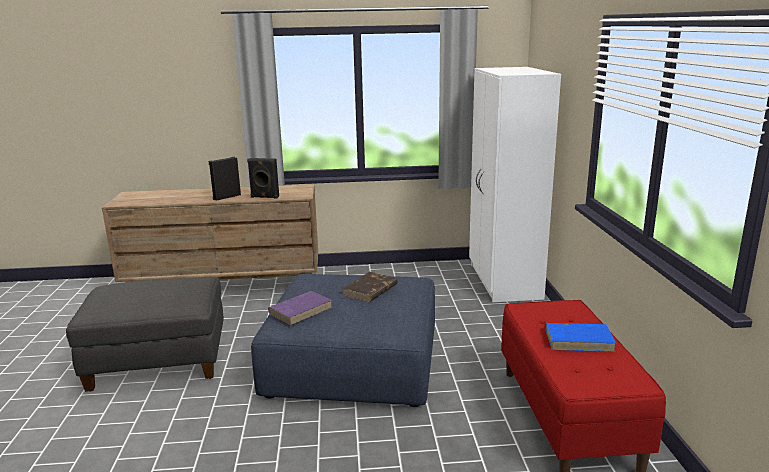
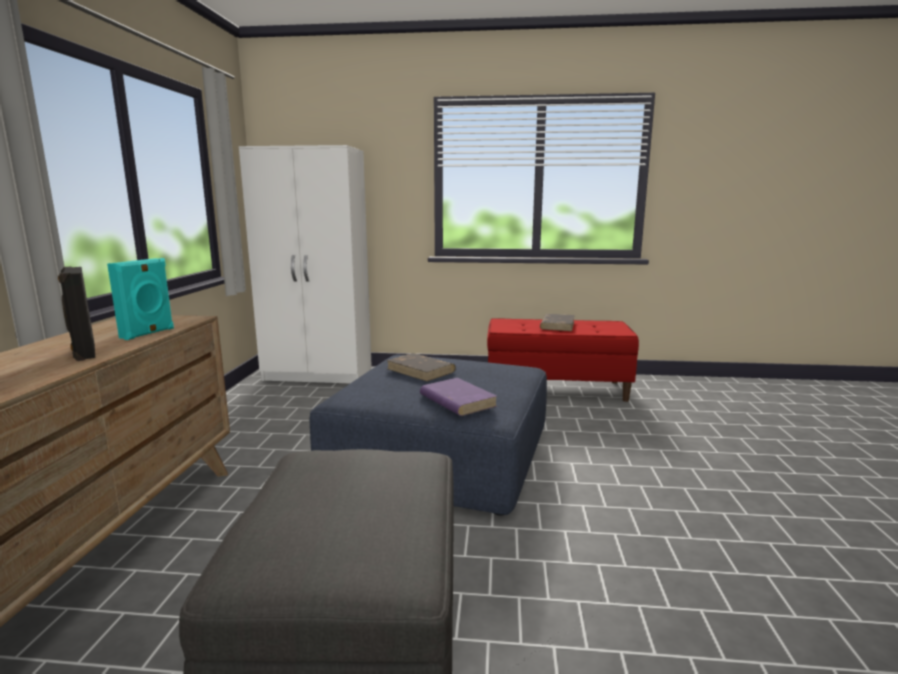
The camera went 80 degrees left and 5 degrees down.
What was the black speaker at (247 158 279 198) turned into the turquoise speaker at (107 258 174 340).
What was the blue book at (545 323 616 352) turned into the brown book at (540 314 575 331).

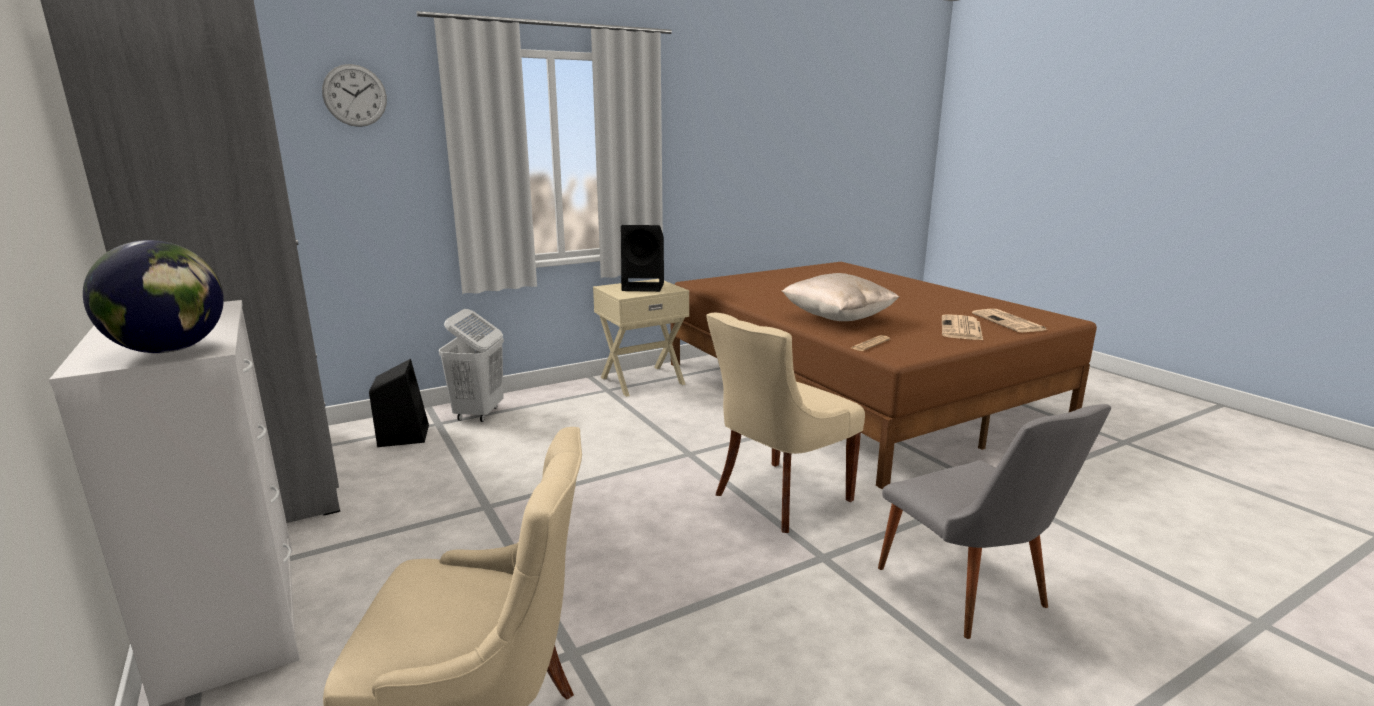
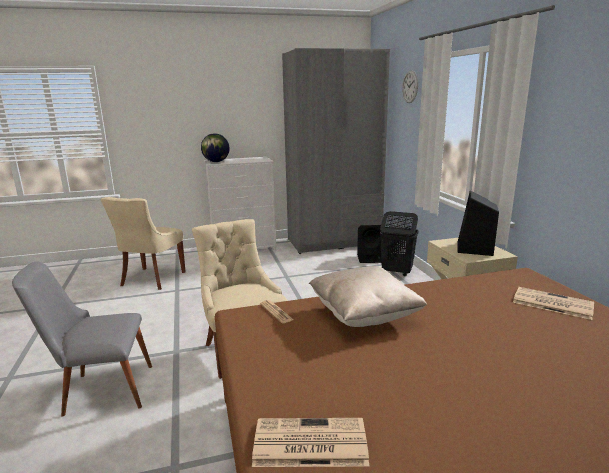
The camera went 105 degrees right and 0 degrees up.
What was the white laundry basket at (439 309 504 422) turned into the black laundry basket at (380 211 418 277).
The newspaper ended up elsewhere, having gone from (942 314 983 340) to (513 287 594 320).

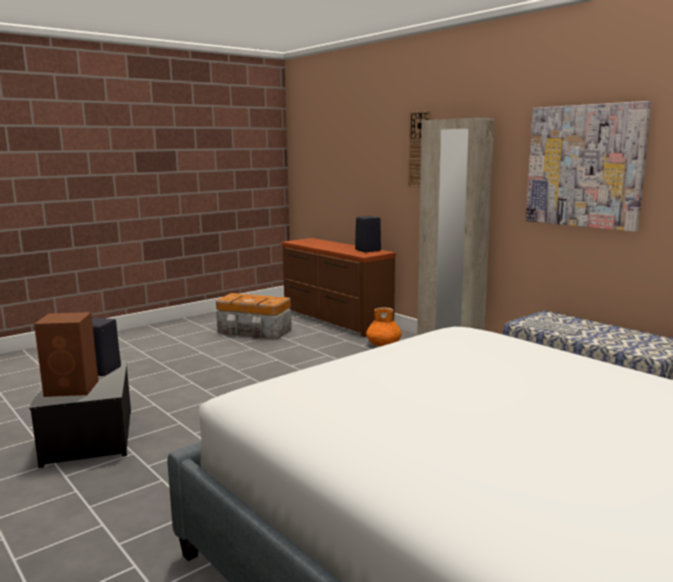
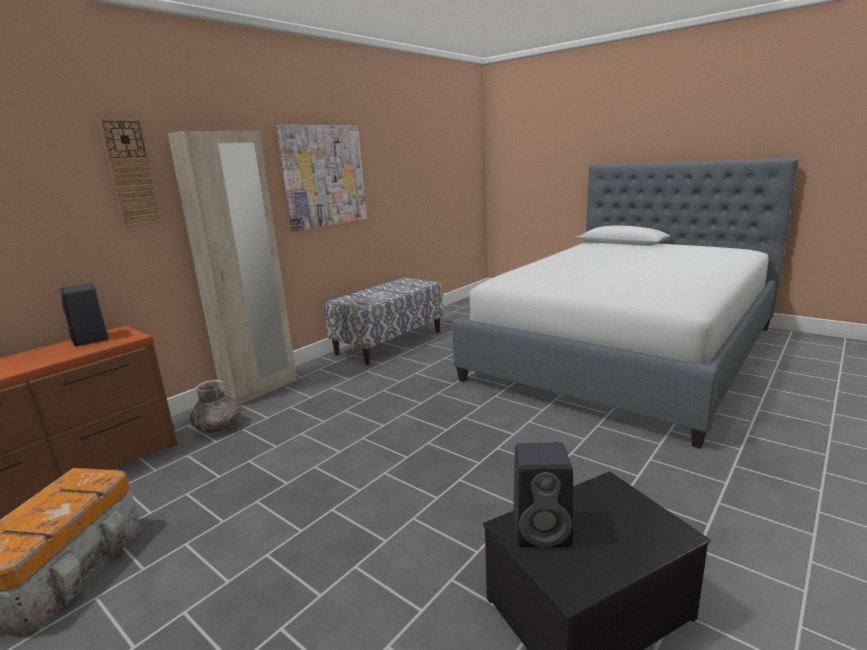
The camera went 100 degrees left and 5 degrees up.
What was the orange vase at (366 307 402 346) turned into the grey vase at (190 380 241 433).
The second view lost the brown speaker at (34 312 99 397).

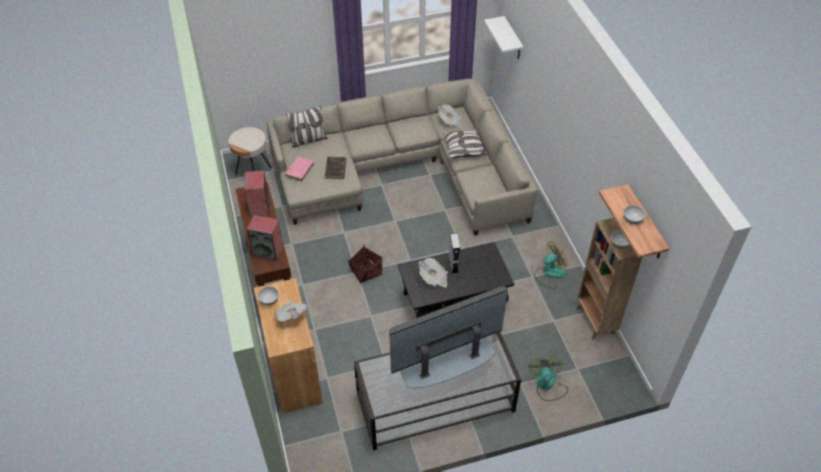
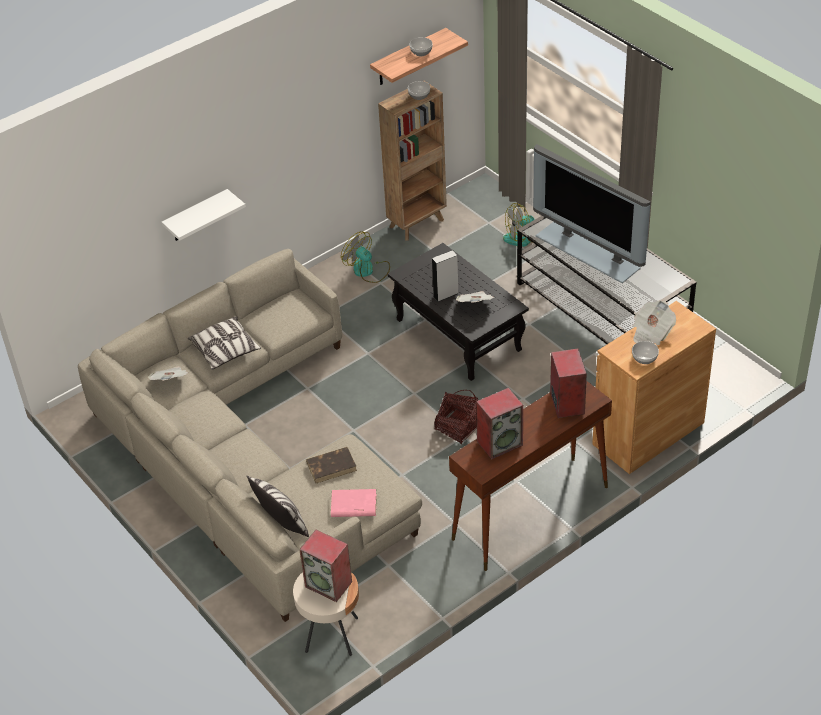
The camera went 110 degrees left and 5 degrees down.
The white shelf ended up elsewhere, having gone from (484 16 524 59) to (161 189 246 241).
The second view gained the speaker at (299 530 352 602).

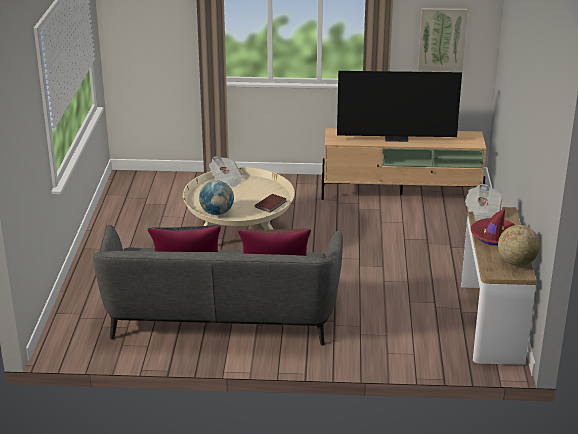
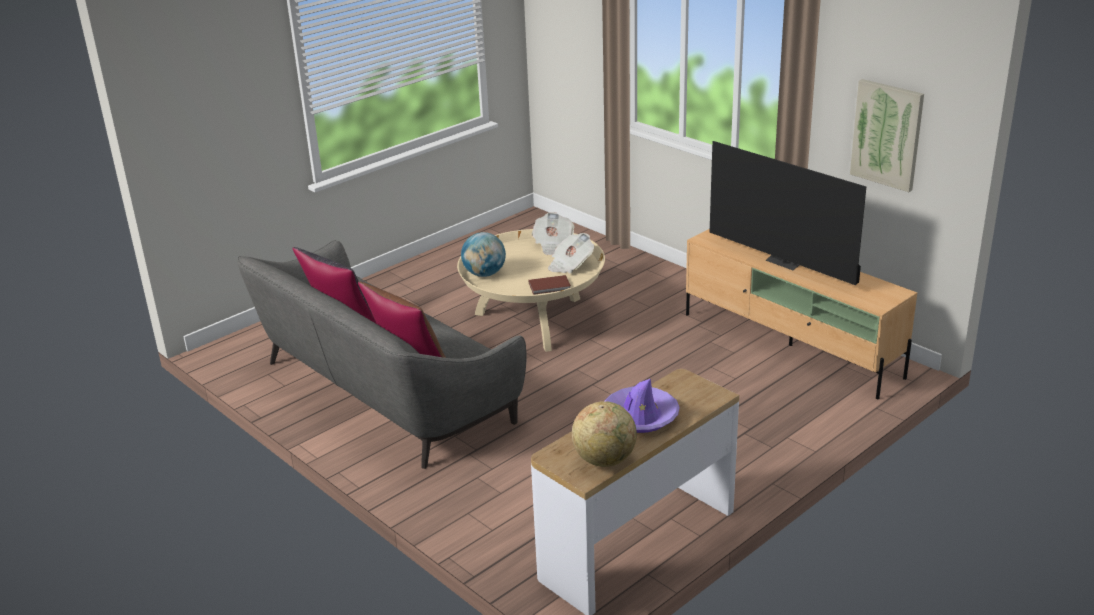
The camera went 45 degrees right and 0 degrees up.
The newspaper ended up elsewhere, having gone from (465 184 504 222) to (548 233 594 273).
What was the red hat at (471 209 515 246) turned into the purple hat at (605 379 680 433).

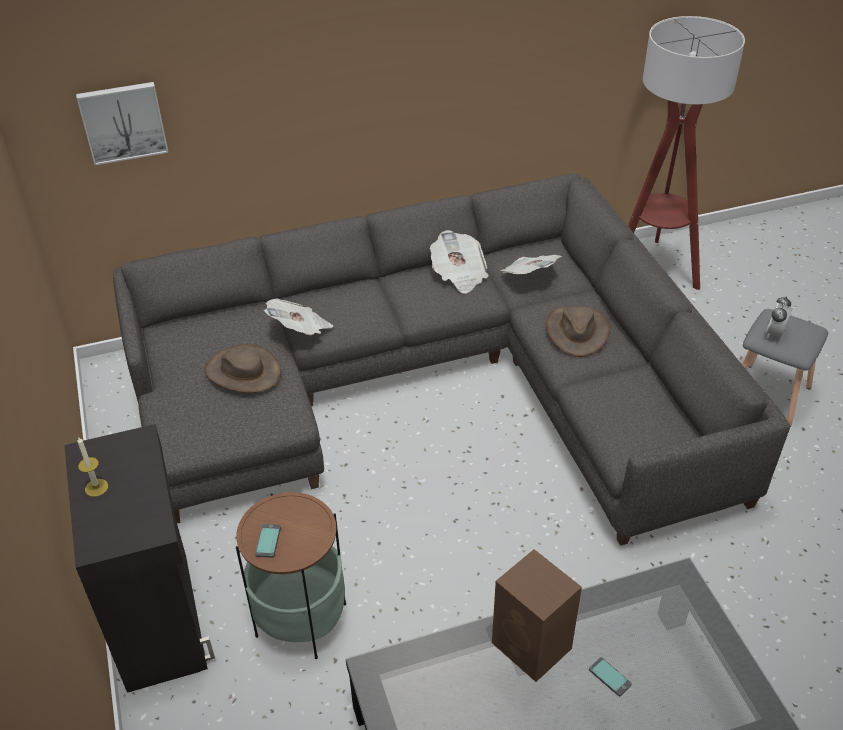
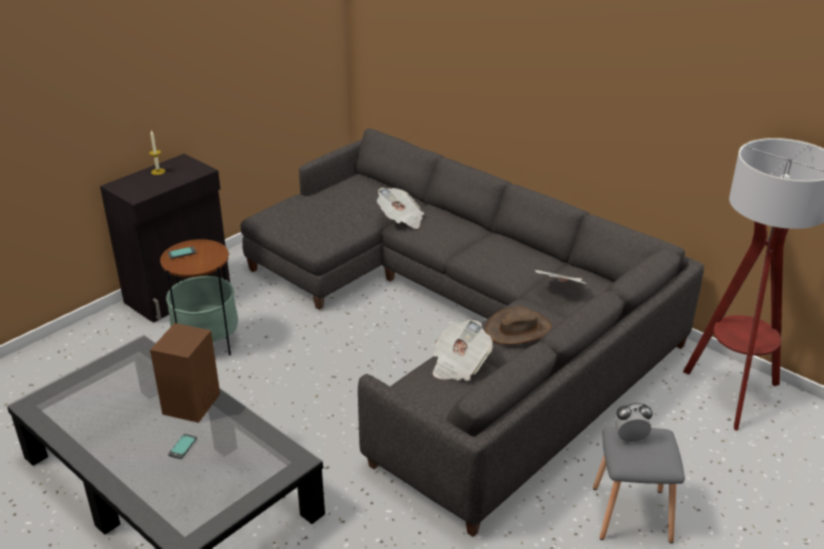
The camera went 60 degrees right and 10 degrees down.
The second view lost the picture at (76 82 169 165).
The newspaper ended up elsewhere, having gone from (430 230 488 294) to (432 320 493 381).
The second view lost the brown hat at (204 344 281 393).

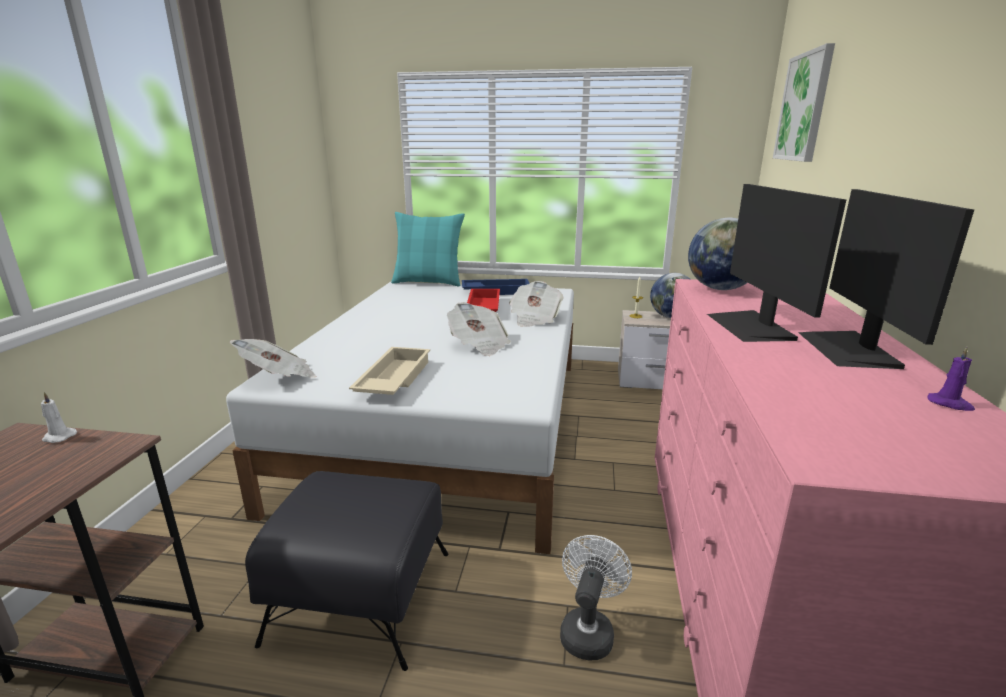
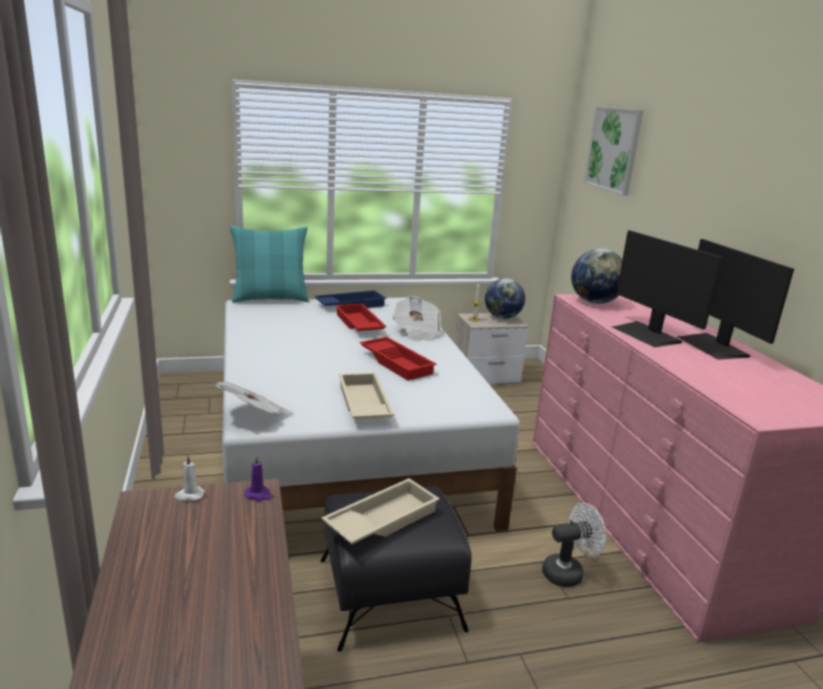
The camera went 25 degrees left and 0 degrees up.
Where the newspaper stood at (447 302 511 356), the red tray came to stand at (360 337 436 381).
The purple candle ended up elsewhere, having gone from (927 346 975 411) to (244 455 272 501).
The white fan at (560 535 632 660) ended up facing another way, 75 degrees clockwise from before.
The second view gained the beige tray at (321 478 440 544).

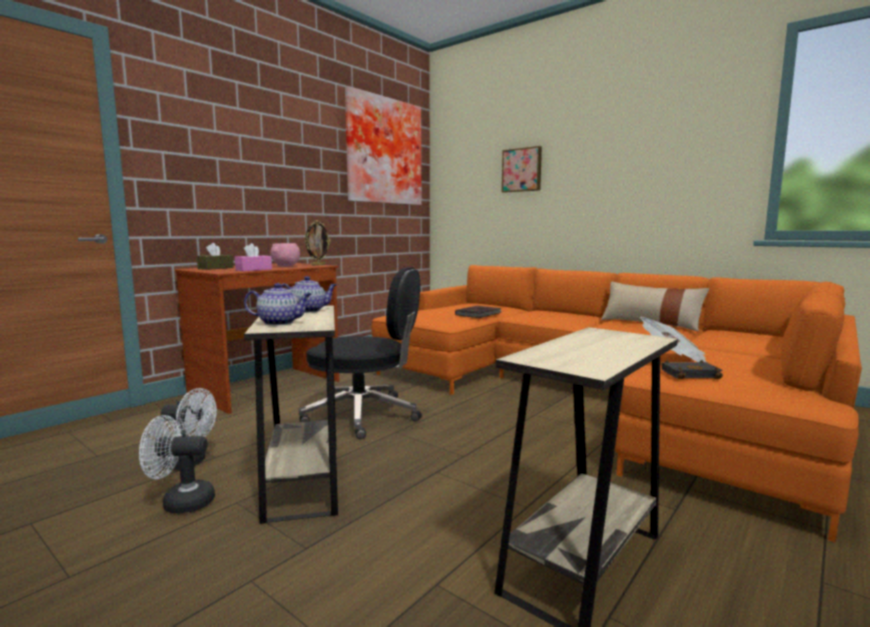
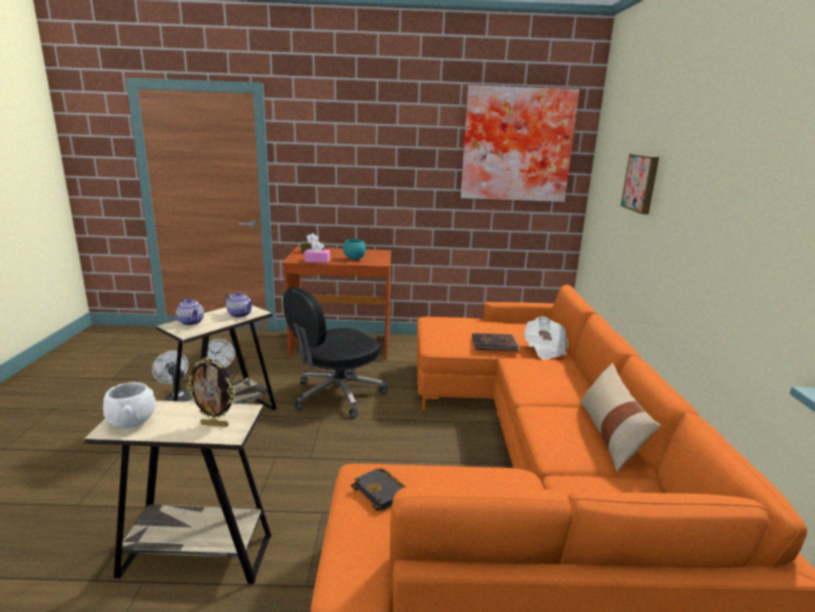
The camera went 50 degrees right and 10 degrees up.
The picture frame ended up elsewhere, having gone from (305 220 331 266) to (186 357 235 427).
What was the pink bowl at (270 243 300 267) turned into the turquoise bowl at (343 239 366 260).
The black office chair at (299 267 422 439) ended up facing another way, 75 degrees clockwise from before.
The newspaper ended up elsewhere, having gone from (640 317 706 362) to (523 317 568 360).
The second view gained the white bowl at (103 382 156 429).

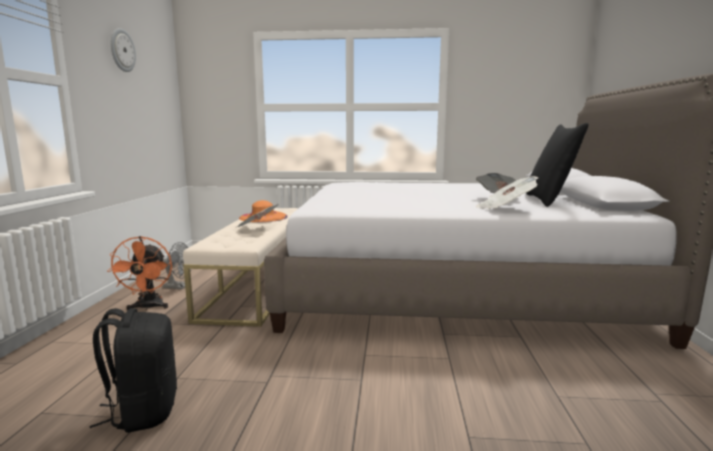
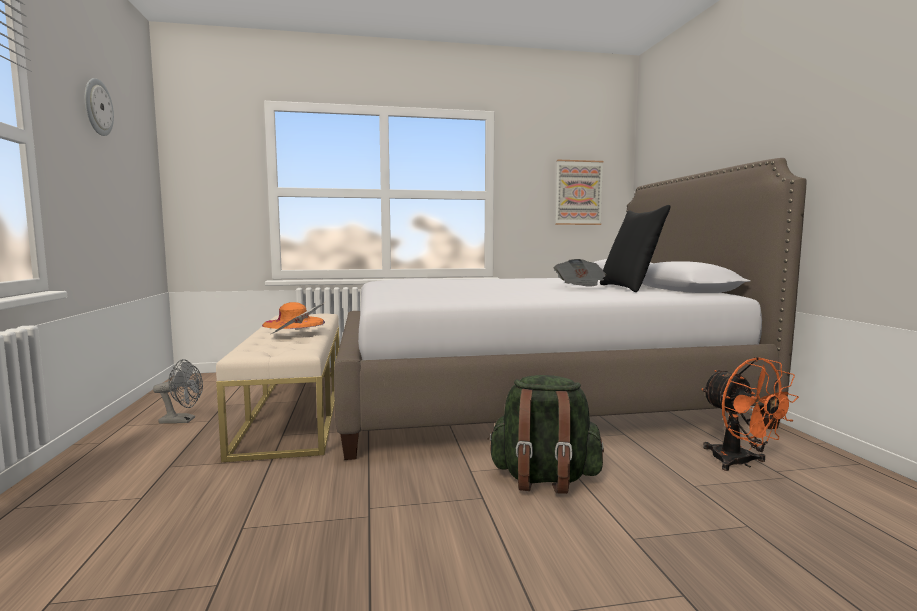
The camera went 15 degrees left and 5 degrees down.
The second view lost the newspaper at (476 176 538 209).
The orange fan ended up elsewhere, having gone from (107 236 172 310) to (701 357 799 471).
The second view lost the black backpack at (90 308 177 433).
The second view gained the picture at (555 160 603 225).
The second view gained the green backpack at (487 375 604 494).

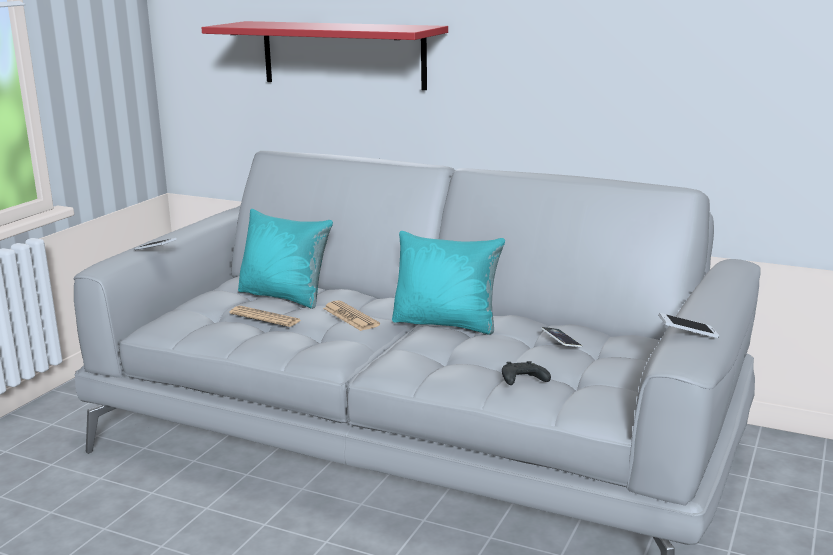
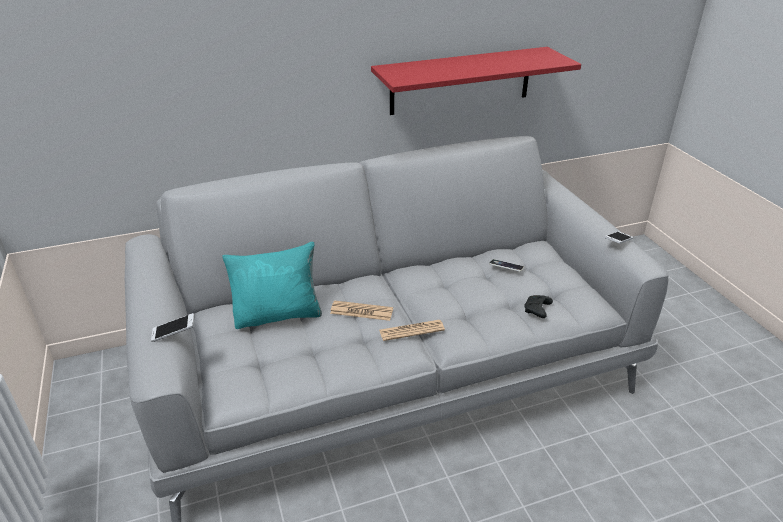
The camera went 45 degrees left and 15 degrees up.
The red shelf ended up elsewhere, having gone from (201 21 448 90) to (371 47 581 115).
The second view lost the turquoise pillow at (392 231 505 335).
The newspaper ended up elsewhere, having gone from (230 306 301 327) to (379 320 445 341).

